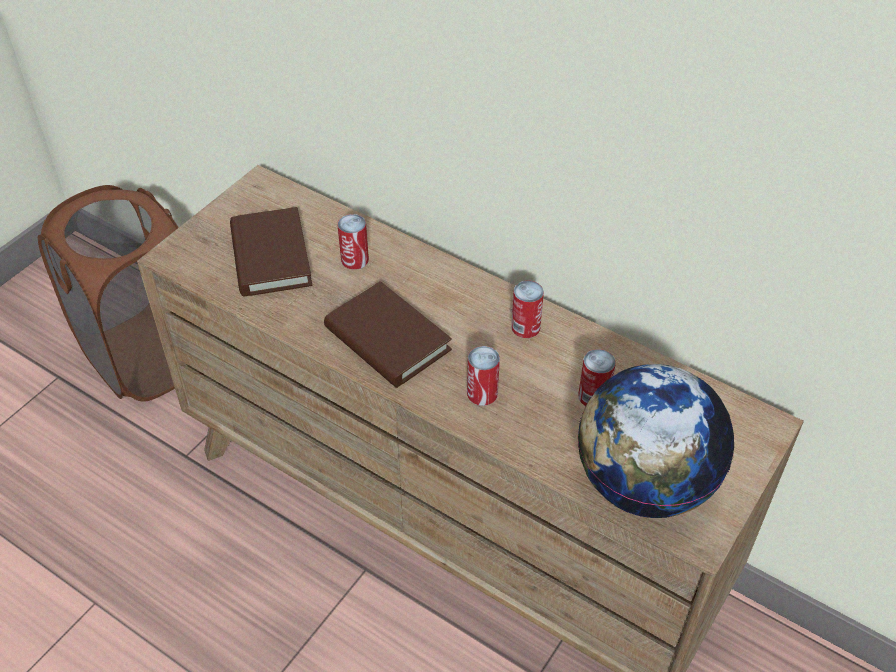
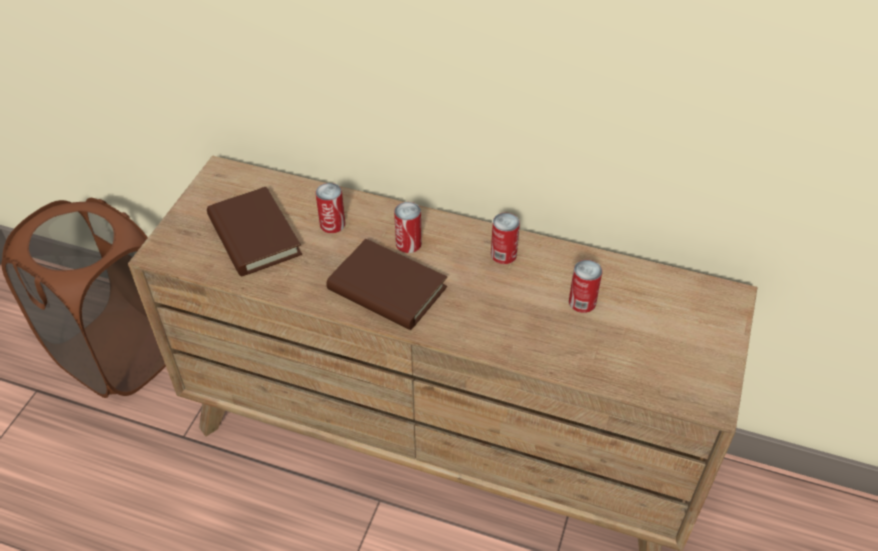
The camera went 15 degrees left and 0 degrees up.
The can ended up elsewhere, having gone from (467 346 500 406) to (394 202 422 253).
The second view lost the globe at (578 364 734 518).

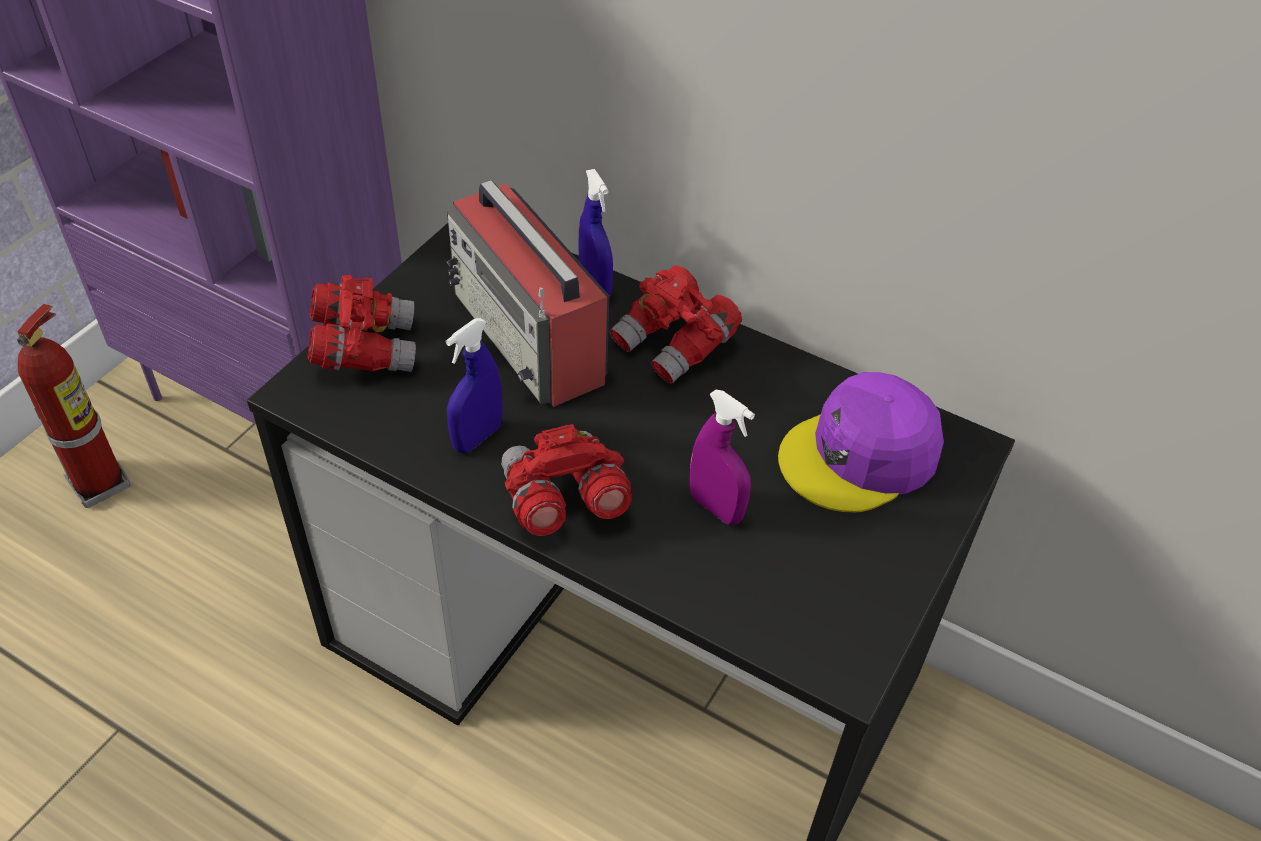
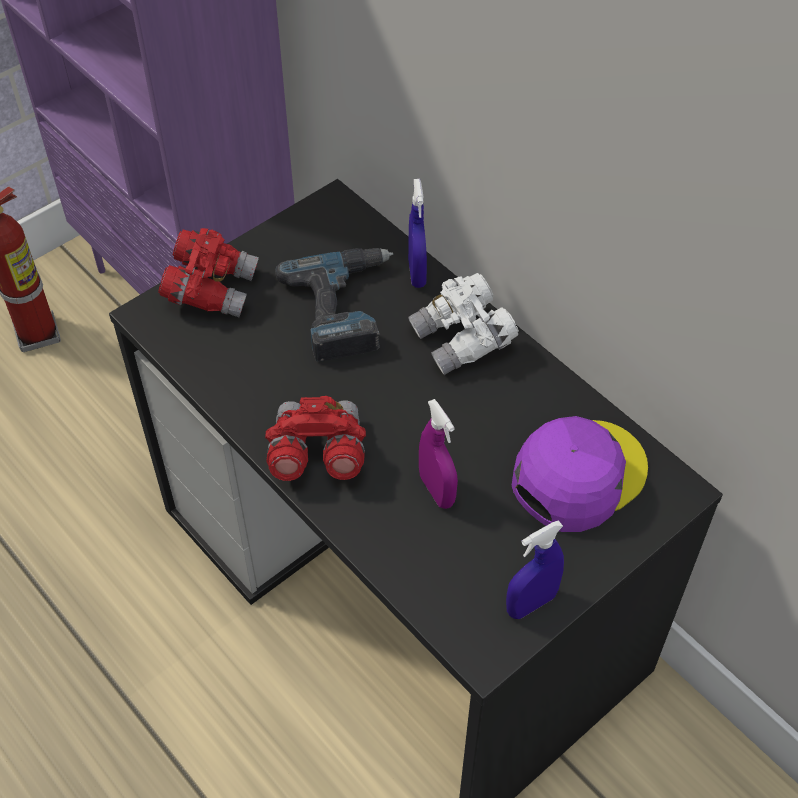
The camera went 20 degrees right and 5 degrees up.
Where the radio stood at (447 180 609 407), the power drill came to stand at (275 248 393 361).
What was the red binoculars at (610 265 742 384) turned into the white binoculars at (408 273 519 375).
The blue spray bottle ended up elsewhere, having gone from (446 318 502 453) to (506 520 564 619).
The purple cap at (778 372 944 513) ended up facing another way, 150 degrees clockwise from before.

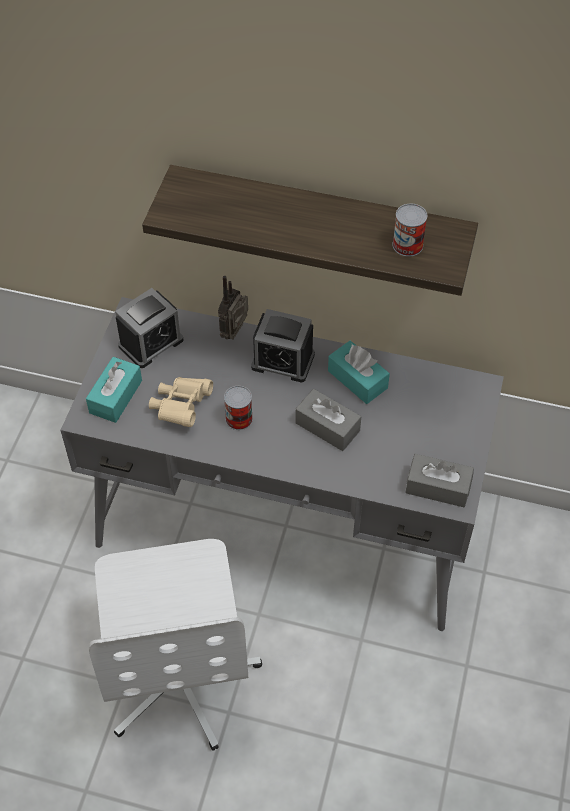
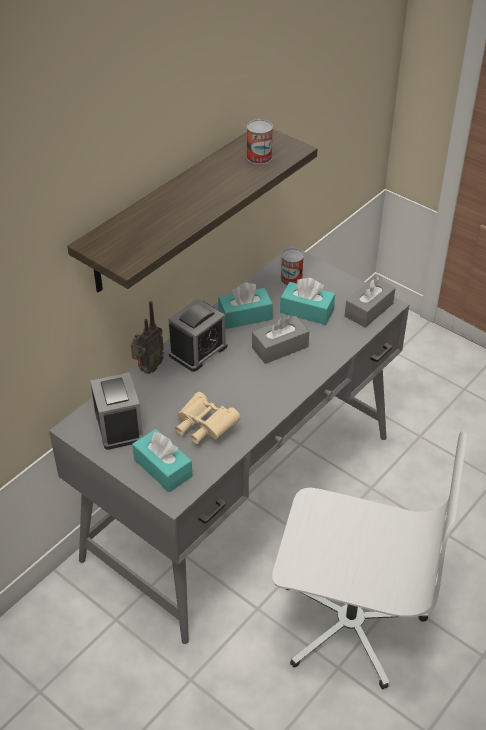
The camera went 65 degrees left and 10 degrees down.
The radio at (218 276 248 339) ended up facing another way, 105 degrees counterclockwise from before.
The can ended up elsewhere, having gone from (224 386 253 430) to (281 248 304 285).
The second view gained the turquoise tissue box at (280 278 335 325).

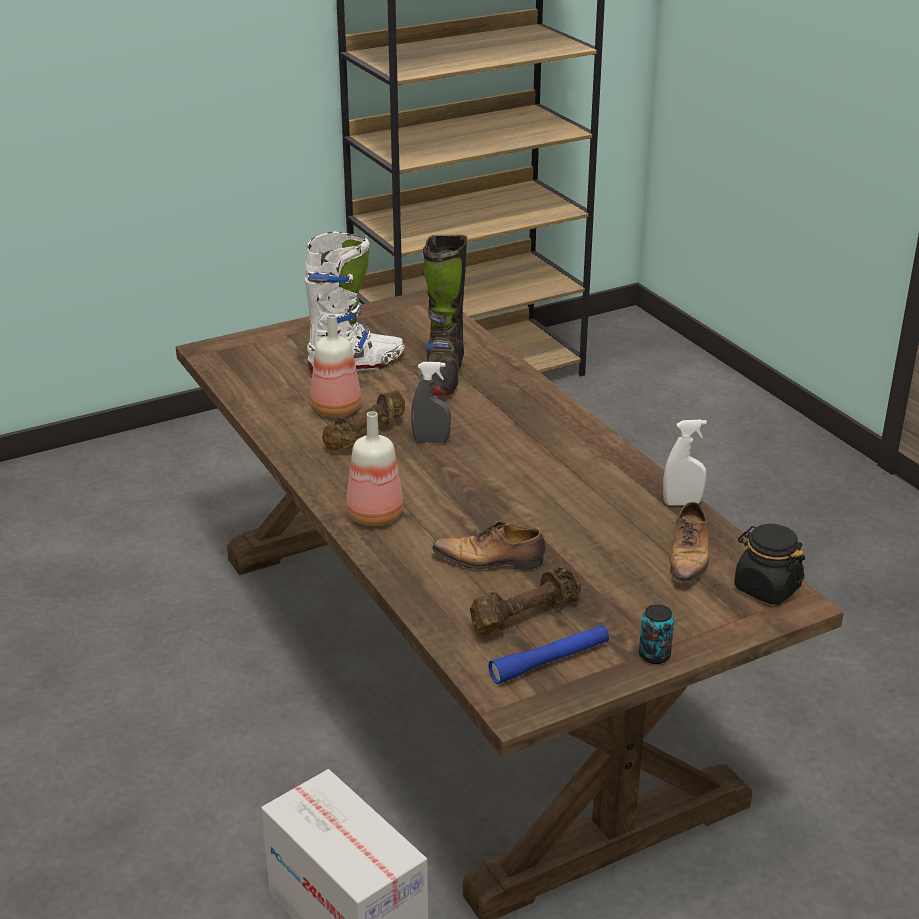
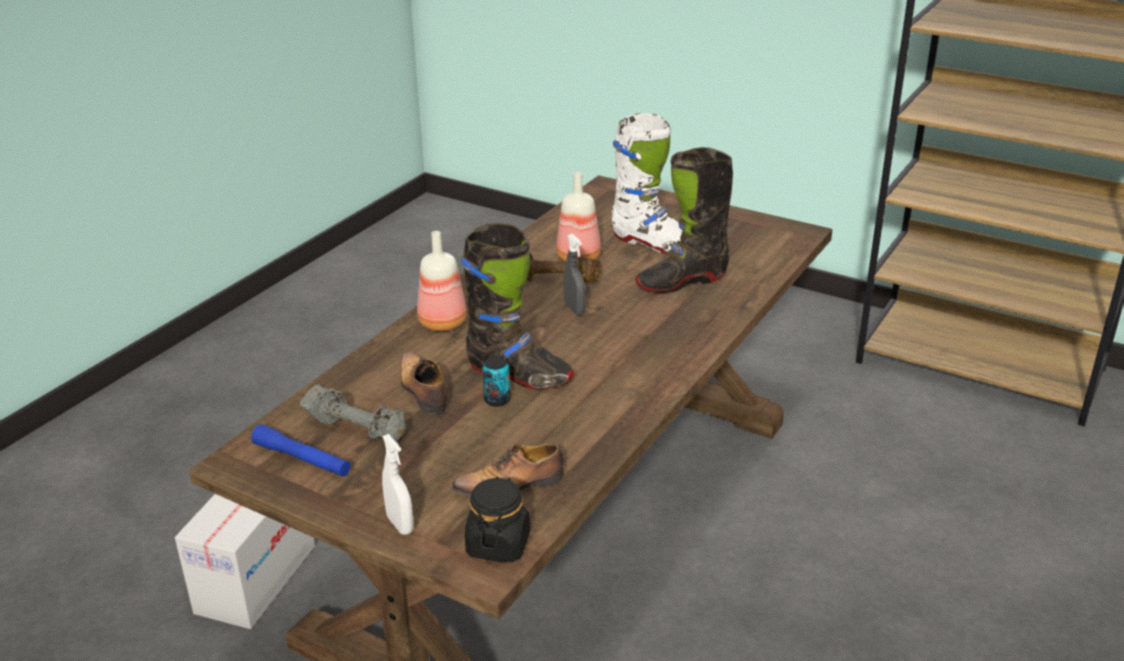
The camera went 60 degrees right and 0 degrees up.
The white spray bottle ended up elsewhere, having gone from (663 419 707 505) to (382 434 414 535).
What was the brown dumbbell at (470 566 581 636) turned into the grey dumbbell at (299 384 405 442).
The can ended up elsewhere, having gone from (639 604 674 664) to (482 356 511 406).
The second view gained the black boot at (461 223 574 389).

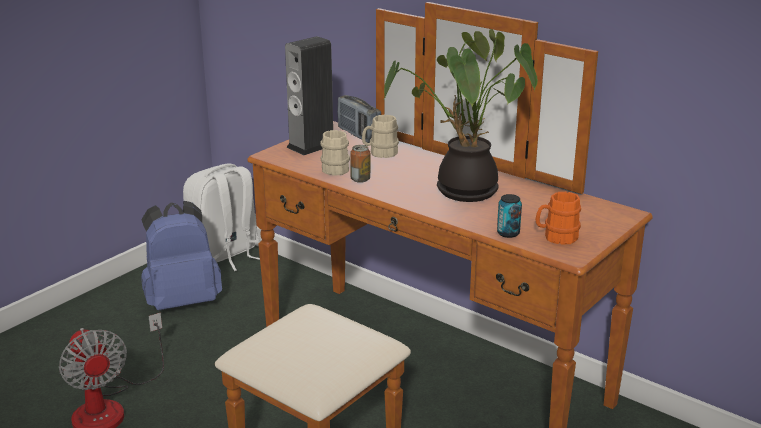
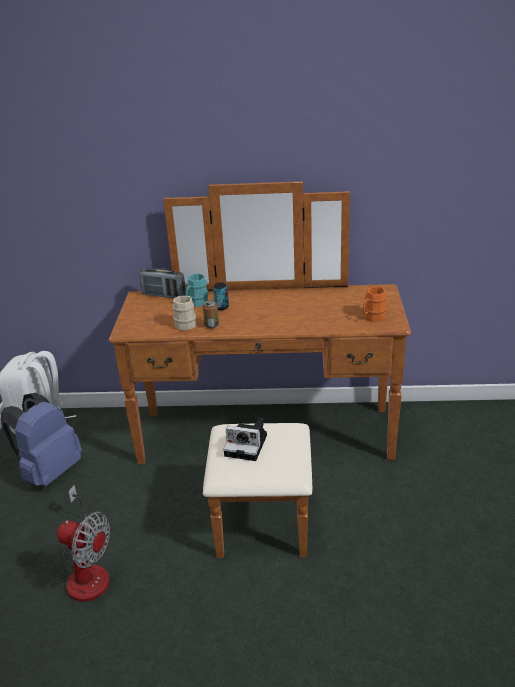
The camera went 35 degrees left and 5 degrees up.
The second view lost the potted plant at (383 29 538 202).
The second view lost the speaker at (285 36 333 155).
What was the beige mug at (362 115 399 158) turned into the turquoise mug at (186 273 209 307).
The can ended up elsewhere, having gone from (497 194 522 238) to (213 282 229 310).
The second view gained the photo camera at (223 418 267 461).

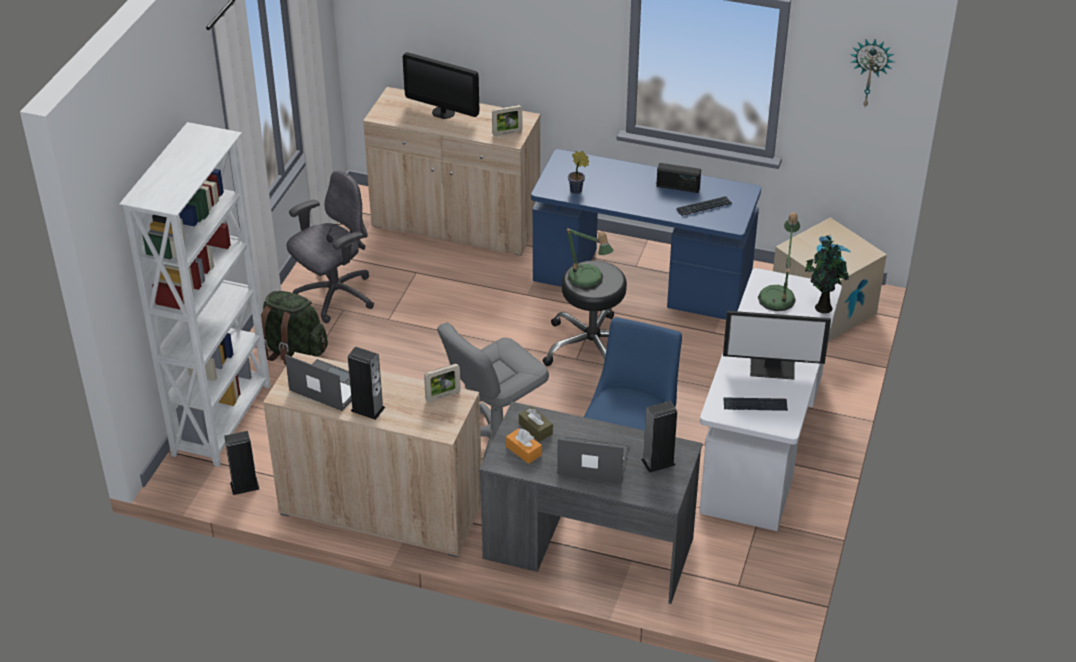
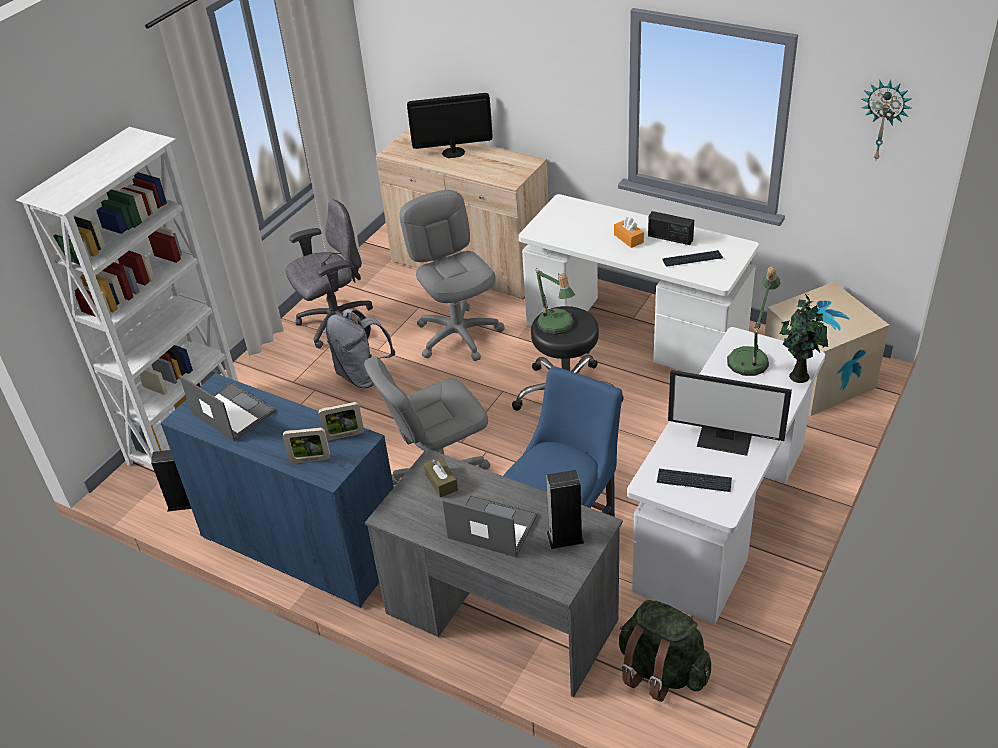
The camera went 15 degrees right and 0 degrees up.
The monitor at (403 52 479 119) ended up facing another way, 135 degrees clockwise from before.
The picture frame ended up elsewhere, having gone from (492 105 522 136) to (283 427 330 463).
What was the blue desk at (531 149 761 320) turned into the white desk at (519 194 759 374).
The second view lost the potted plant at (568 151 589 194).
The green backpack ended up elsewhere, having gone from (261 291 328 365) to (619 600 711 702).
The second view lost the speaker at (348 347 385 420).
What was the beige cabinet at (263 352 481 557) turned into the blue cabinet at (161 373 394 608).
The orange tissue box ended up elsewhere, having gone from (506 428 542 464) to (614 217 644 248).
The second view gained the grey office chair at (399 190 505 361).
The second view gained the grey backpack at (326 309 395 388).

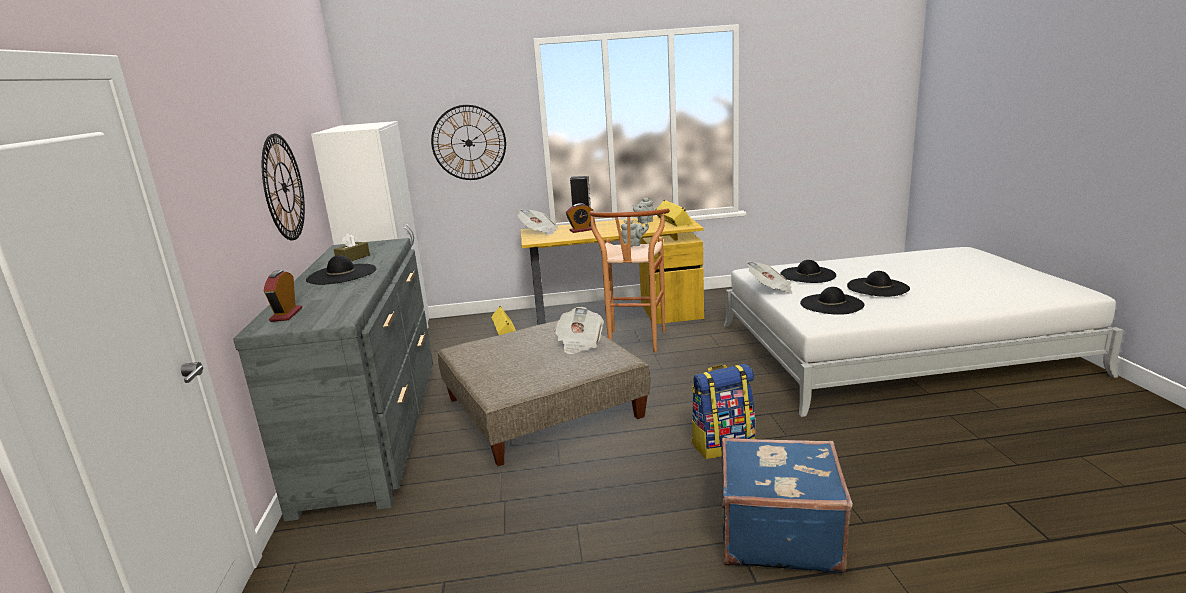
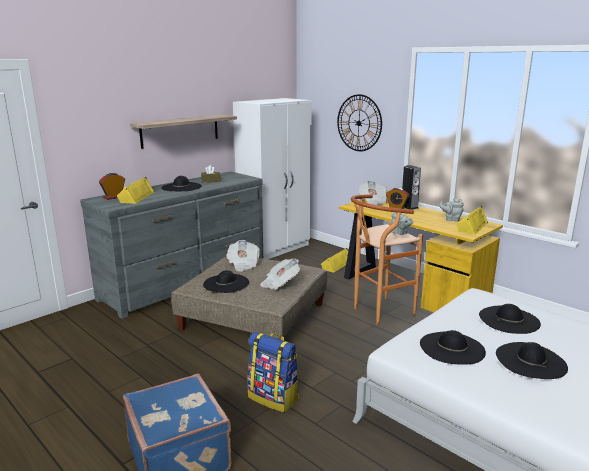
The camera went 50 degrees right and 0 degrees up.
Where the wall clock hung at (262 133 305 240), the shelf came to hang at (130 115 237 149).
The newspaper ended up elsewhere, having gone from (746 261 792 294) to (226 240 260 272).
The second view gained the yellow speaker at (117 176 154 204).
The second view gained the black hat at (203 270 249 293).

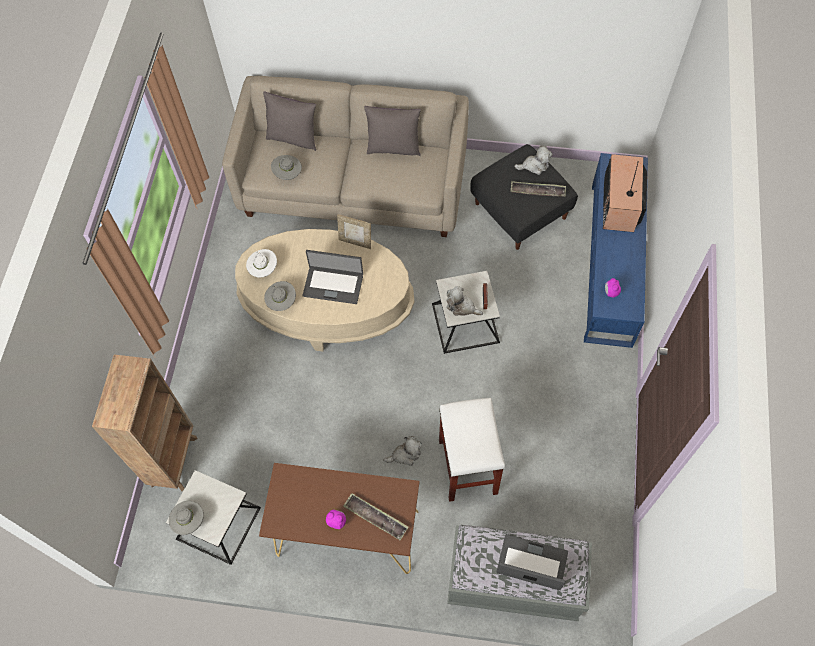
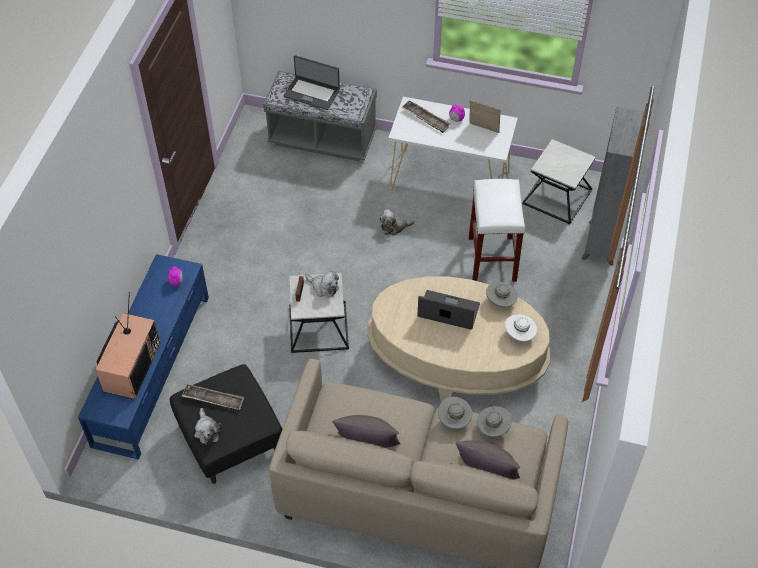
The camera went 175 degrees left and 10 degrees down.
The plush toy at (514 145 552 175) ended up facing another way, 105 degrees counterclockwise from before.
The picture frame ended up elsewhere, having gone from (337 214 371 249) to (470 100 500 133).
What was the brown bookcase at (92 354 198 491) turned into the grey bookcase at (582 107 644 266).
The white stool ended up elsewhere, having gone from (439 398 505 502) to (469 179 525 282).
What was the brown console table at (259 463 420 574) turned into the white console table at (388 97 518 190).
The grey hat ended up elsewhere, having gone from (169 501 204 535) to (438 397 472 429).

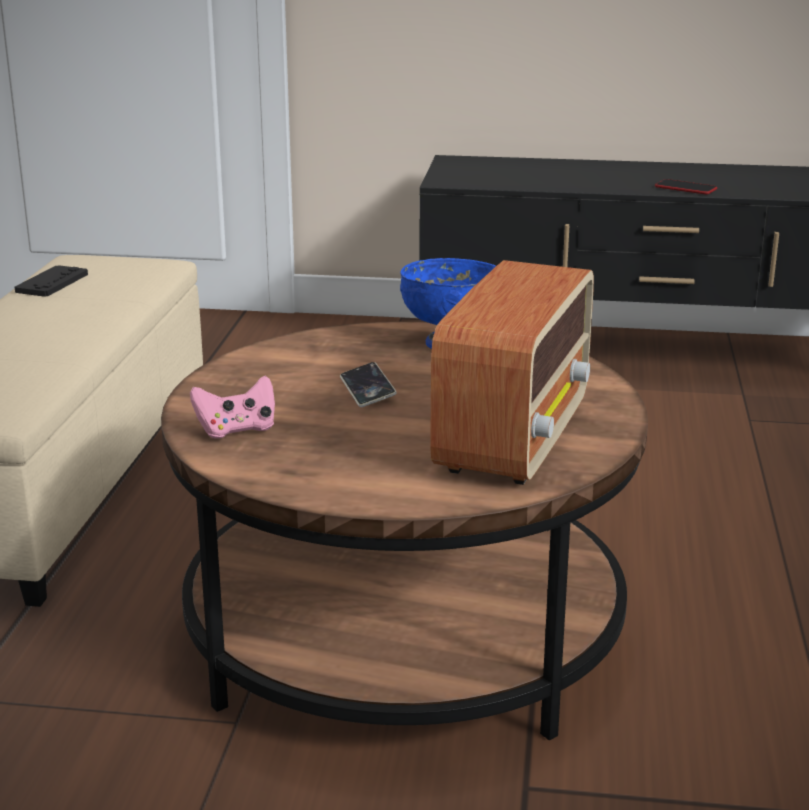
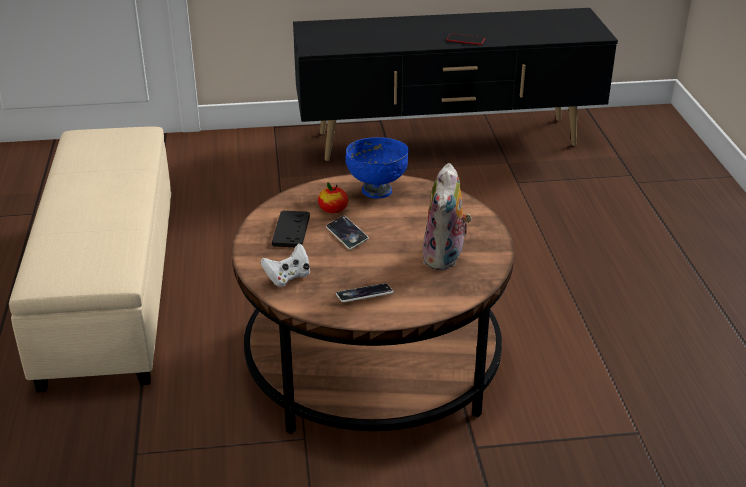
The camera went 15 degrees left and 10 degrees up.
Where the radio stood at (430 260 594 485), the plush toy came to stand at (423 163 472 271).
The black game controller ended up elsewhere, having gone from (15 265 88 297) to (272 211 310 247).
What was the pink game controller at (190 376 275 439) turned into the white game controller at (260 243 310 287).
The second view gained the apple at (318 182 348 213).
The second view gained the phone at (336 283 393 302).

